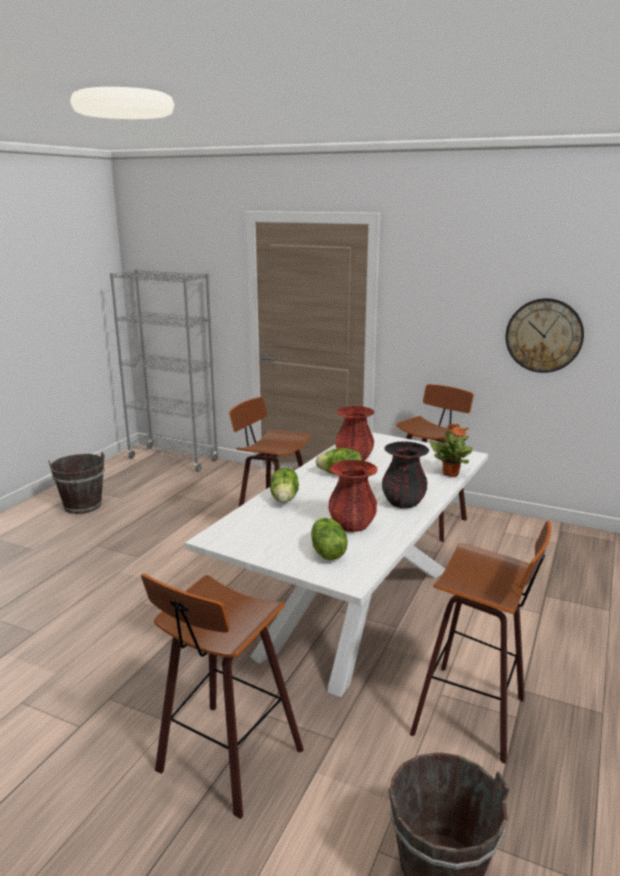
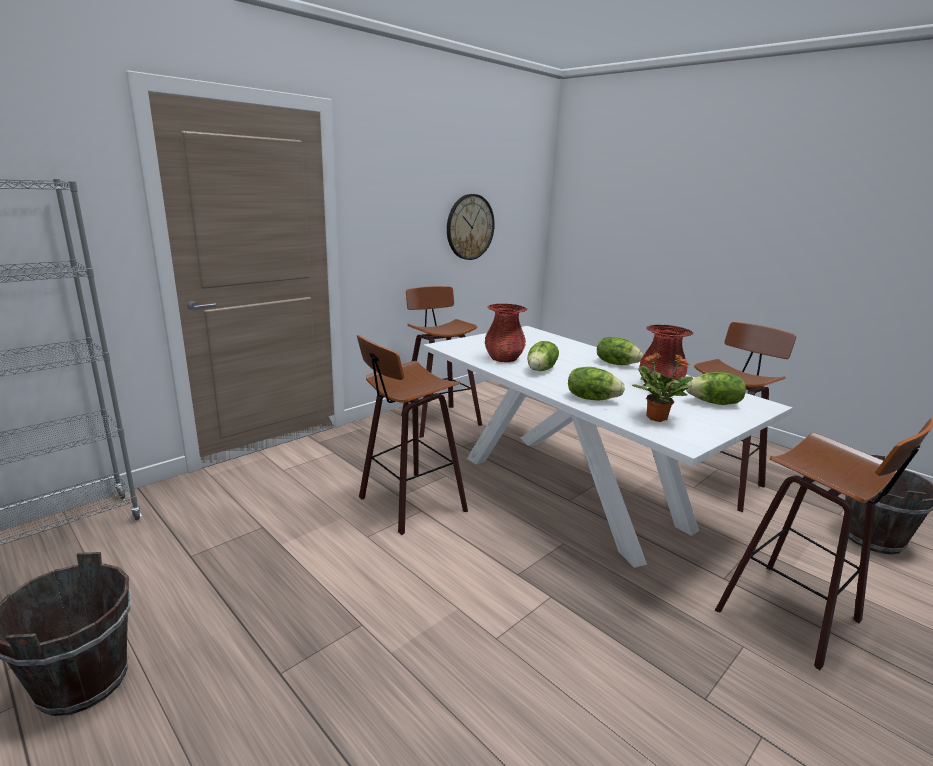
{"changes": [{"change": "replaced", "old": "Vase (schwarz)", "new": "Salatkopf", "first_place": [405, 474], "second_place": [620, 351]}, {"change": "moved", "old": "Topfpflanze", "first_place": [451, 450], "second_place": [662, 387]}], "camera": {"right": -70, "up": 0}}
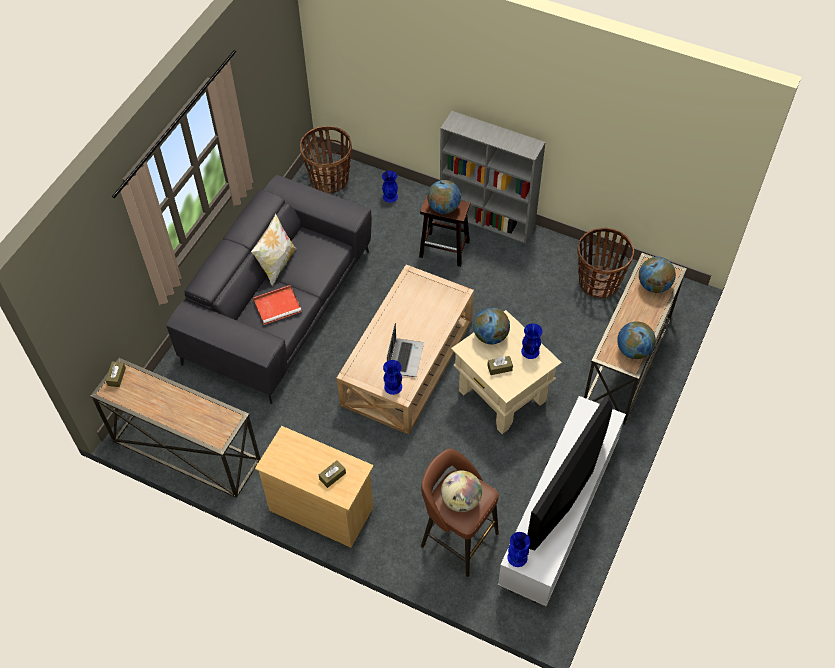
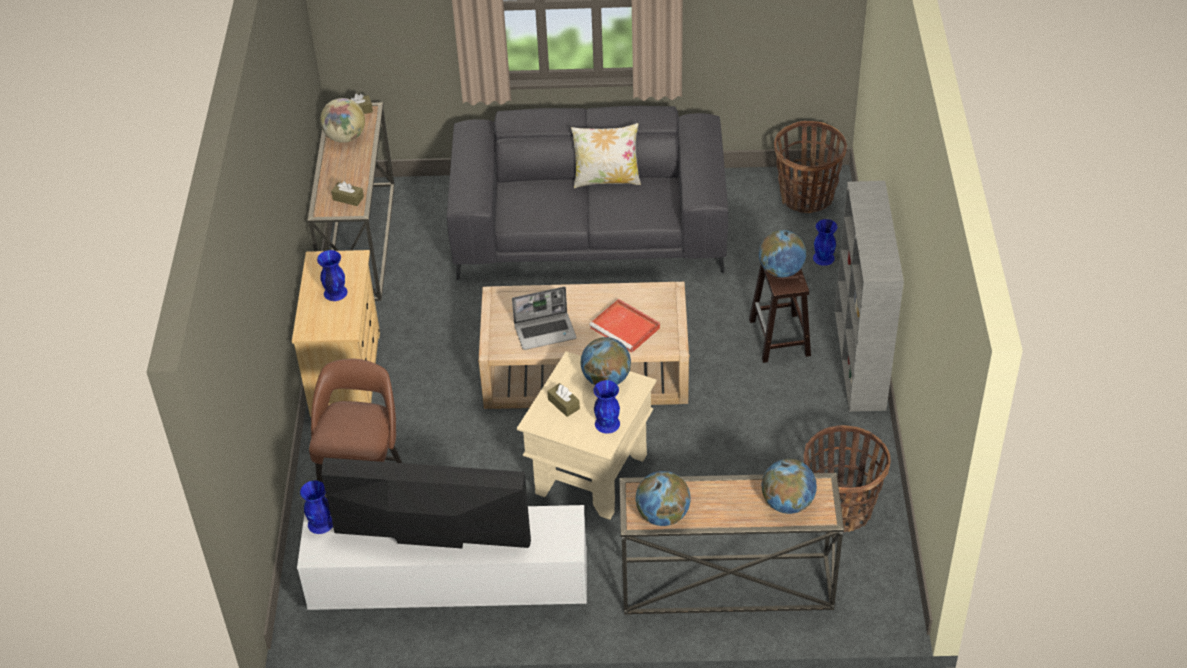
{"changes": [{"change": "moved", "old": "Tablett (rot)", "first_place": [277, 305], "second_place": [624, 326]}, {"change": "moved", "old": "Taschentuchbox (braun)", "first_place": [332, 474], "second_place": [347, 193]}, {"change": "moved", "old": "Vase (blau)", "first_place": [392, 377], "second_place": [332, 275]}, {"change": "moved", "old": "Globus", "first_place": [461, 491], "second_place": [342, 120]}], "camera": {"right": 65, "up": -10}}
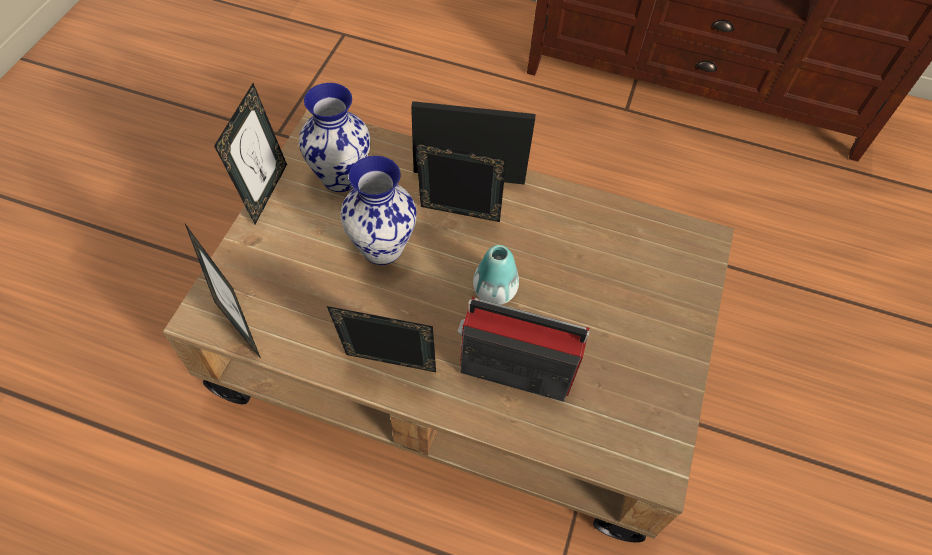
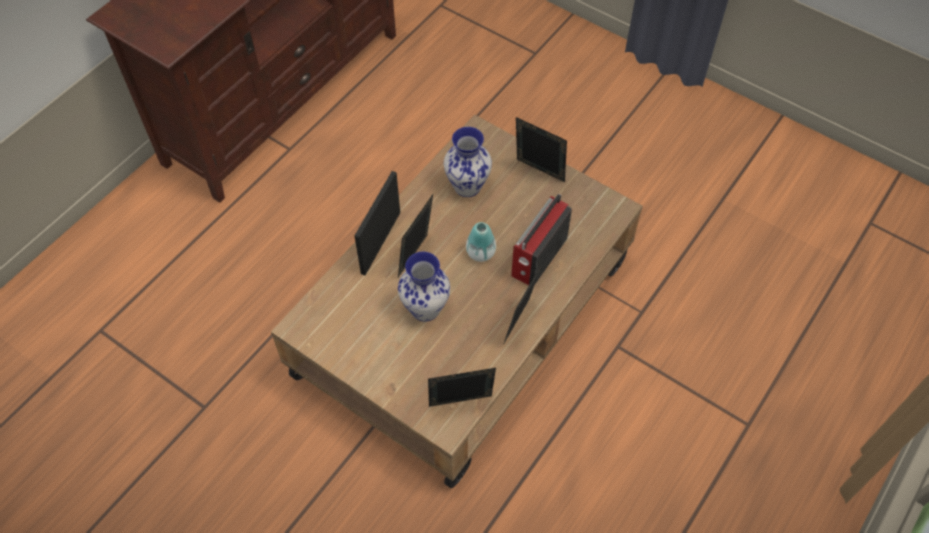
{"changes": [{"change": "moved", "old": "Bilderrahmen", "first_place": [250, 153], "second_place": [541, 149]}, {"change": "moved", "old": "Vase", "first_place": [334, 137], "second_place": [468, 162]}], "camera": {"right": -70, "up": 0}}
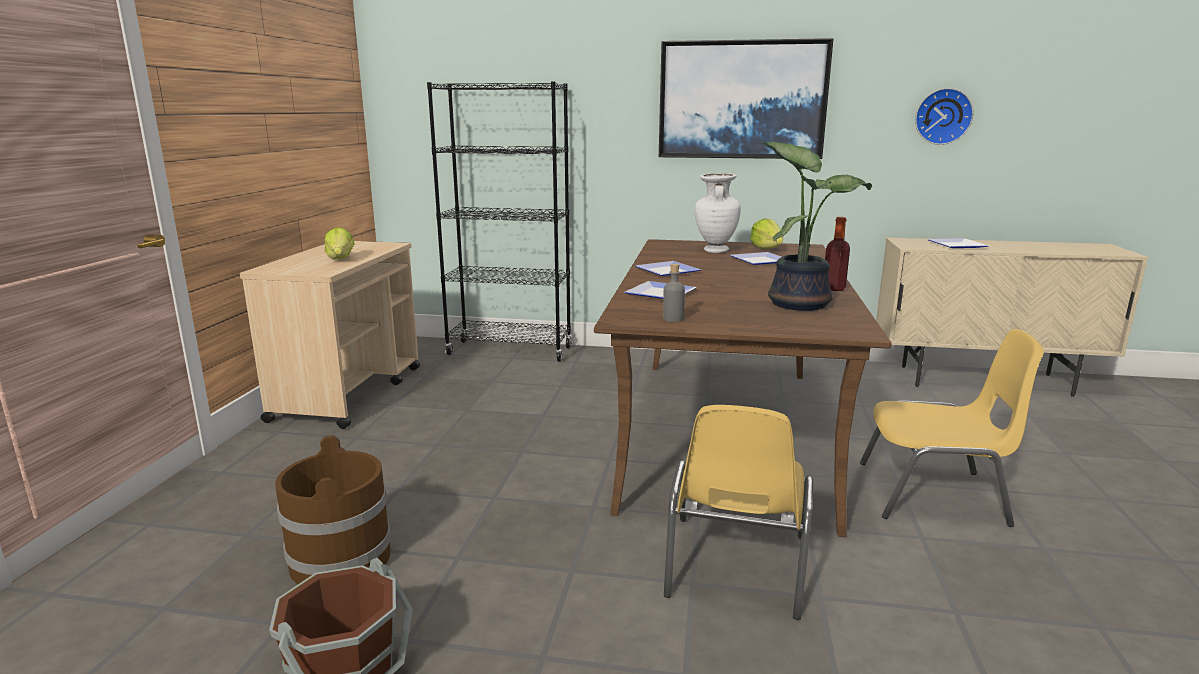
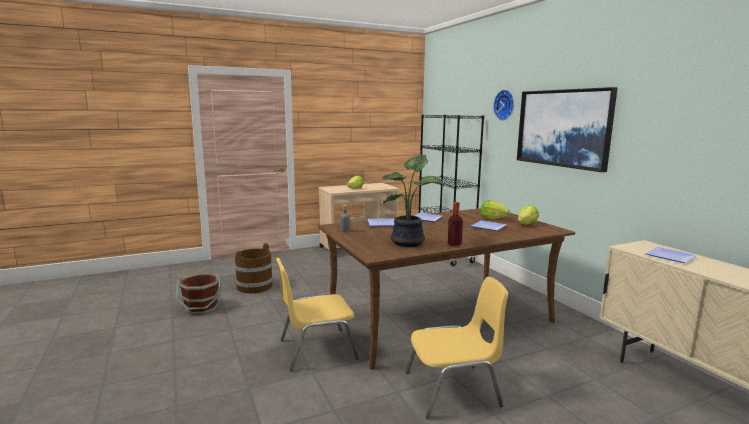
{"changes": [{"change": "replaced", "old": "Vase (weiß)", "new": "Salatkopf", "first_place": [718, 213], "second_place": [495, 209]}, {"change": "turned", "old": "Stuhl (gelb)", "first_place": [952, 428], "second_place": [456, 347], "degrees": -75}, {"change": "moved", "old": "Wanduhr", "first_place": [944, 116], "second_place": [503, 105]}], "camera": {"right": 55, "up": -5}}
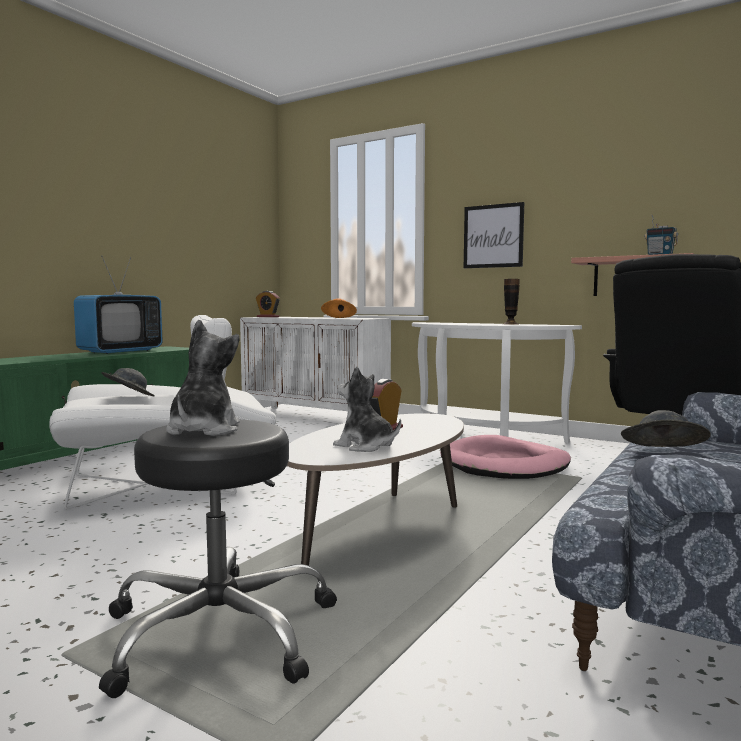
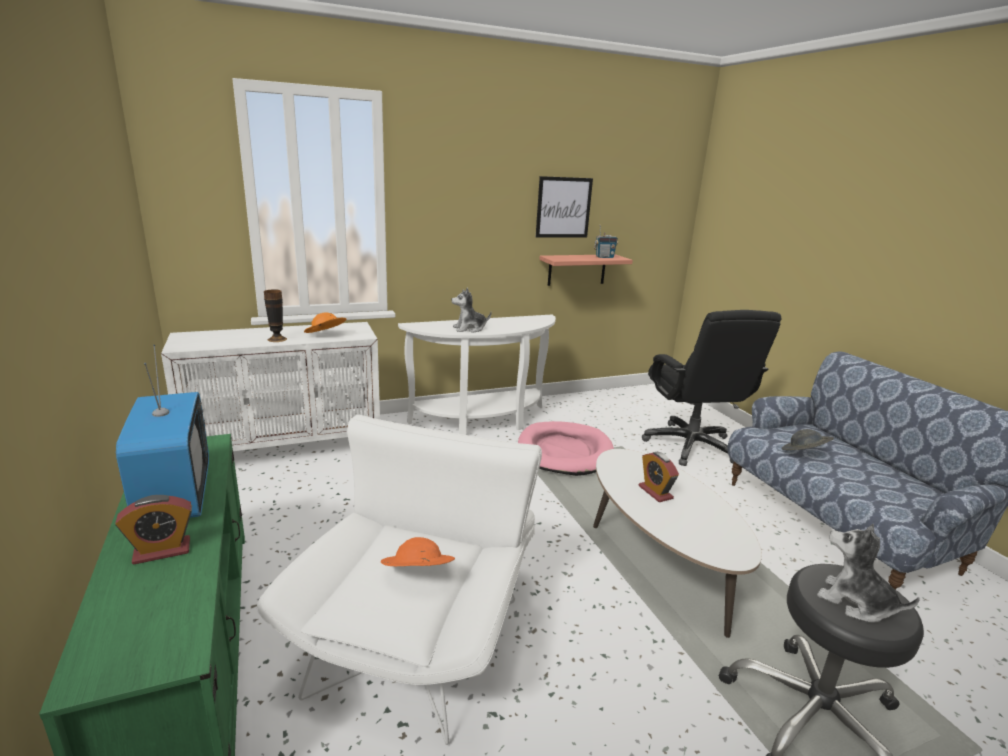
{"changes": [{"change": "recoloured", "old": "Hut (grau)", "new": "Hut (orange)", "first_place": [128, 382], "second_place": [418, 551]}, {"change": "moved", "old": "Wecker", "first_place": [268, 304], "second_place": [153, 529]}, {"change": "moved", "old": "Plüschtier", "first_place": [367, 409], "second_place": [471, 310]}, {"change": "moved", "old": "Bild", "first_place": [494, 235], "second_place": [564, 207]}, {"change": "moved", "old": "Vase", "first_place": [512, 302], "second_place": [275, 315]}], "camera": {"right": -55, "up": 15}}
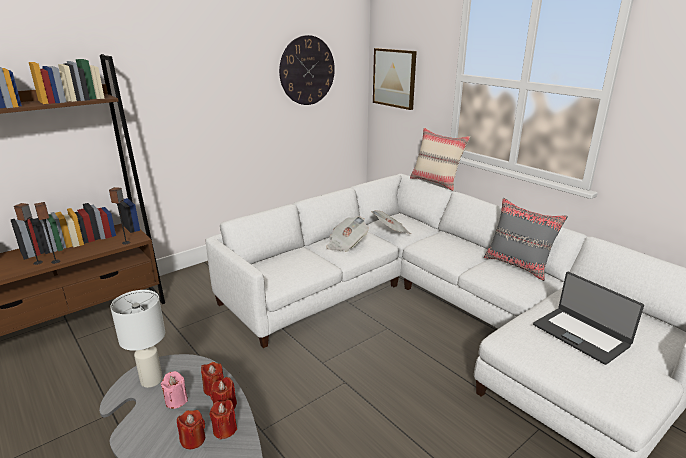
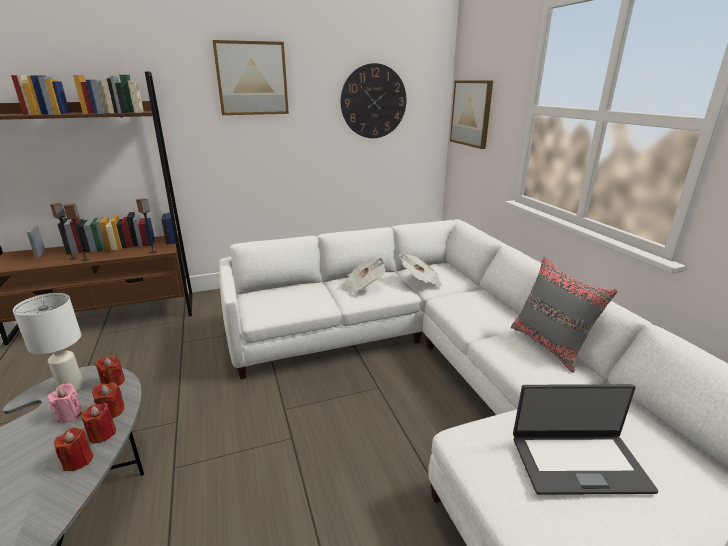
{"changes": [{"change": "moved", "old": "Kerze (rot)", "first_place": [191, 429], "second_place": [110, 371]}, {"change": "removed", "old": "Kissen (beige)", "first_place": [440, 159]}, {"change": "turned", "old": "Laptop", "first_place": [588, 318], "second_place": [585, 439], "degrees": -75}, {"change": "added", "new": "Bild", "second_place": [250, 77]}], "camera": {"right": 20, "up": 0}}
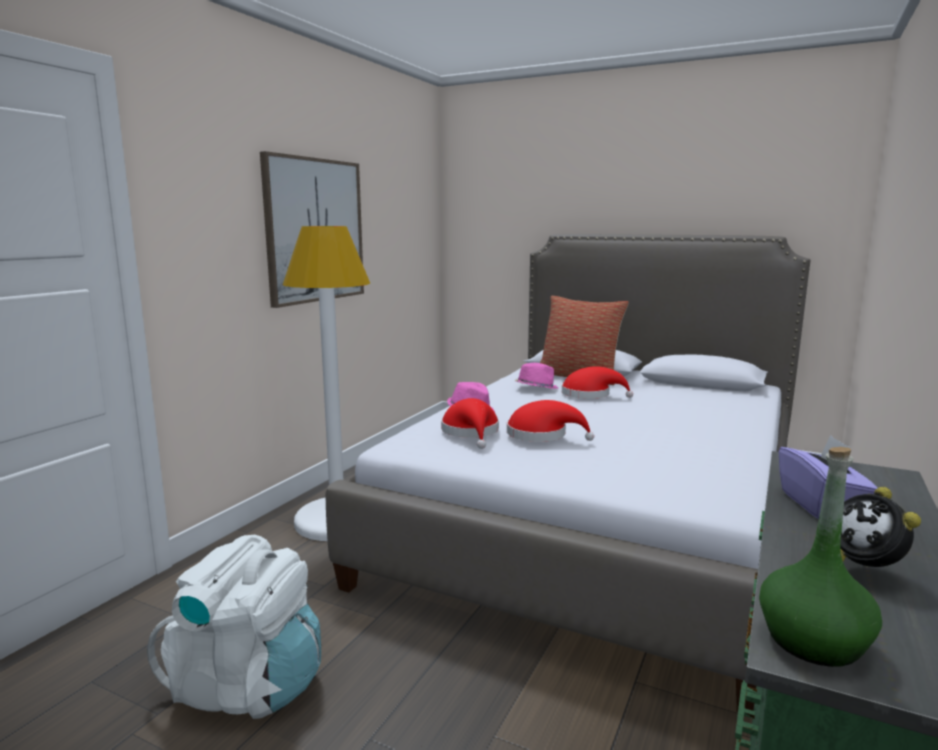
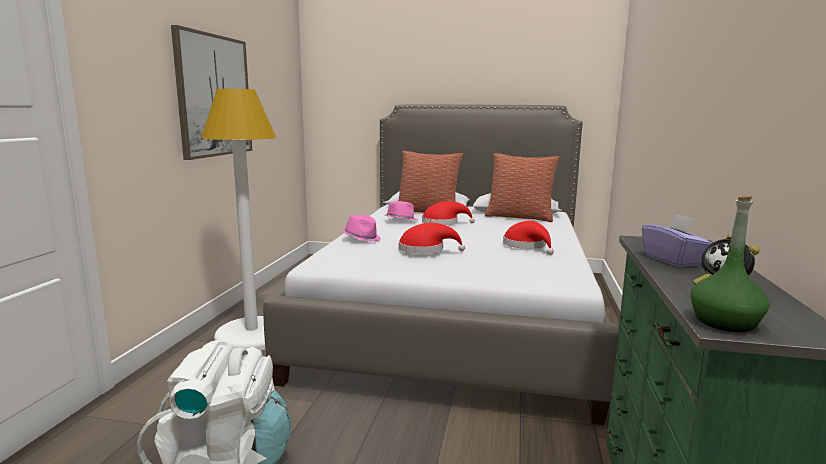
{"changes": [{"change": "moved", "old": "Hut (rot)", "first_place": [470, 423], "second_place": [528, 238]}, {"change": "added", "new": "Kissen", "second_place": [522, 187]}], "camera": {"right": -15, "up": 0}}
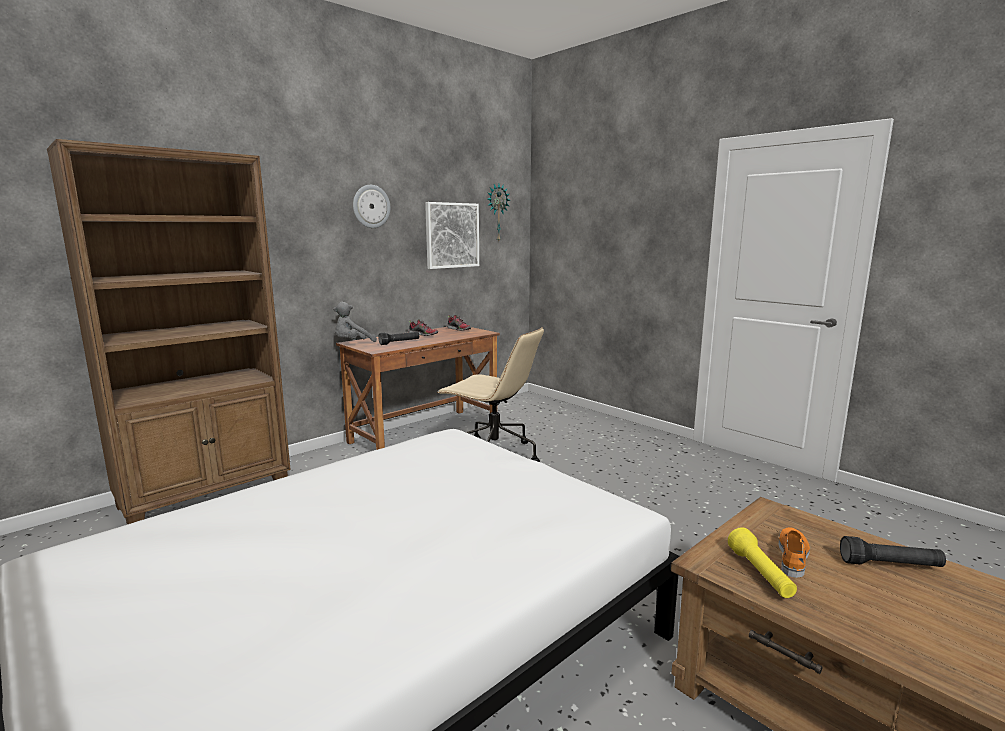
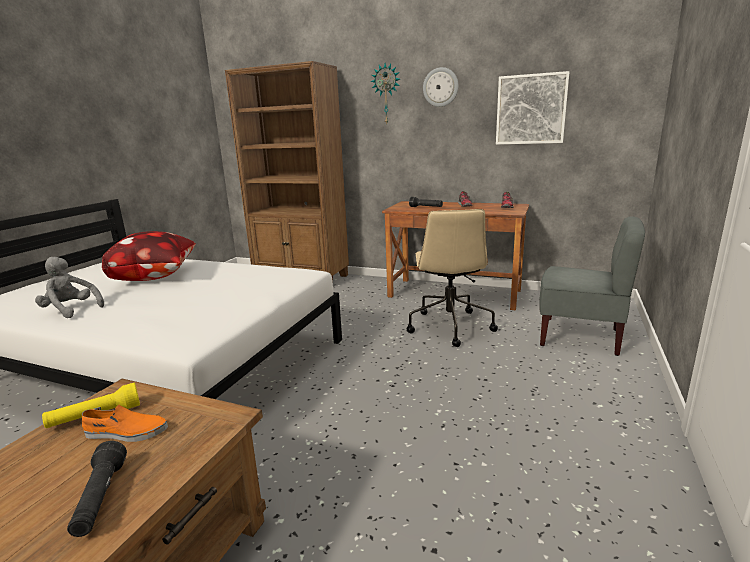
{"changes": [{"change": "moved", "old": "Plüschtier (grau)", "first_place": [355, 322], "second_place": [69, 287]}, {"change": "moved", "old": "Wanduhr", "first_place": [498, 212], "second_place": [385, 93]}, {"change": "added", "new": "Kissen", "second_place": [149, 256]}, {"change": "added", "new": "Stuhl (grau)", "second_place": [592, 286]}], "camera": {"right": 65, "up": 5}}
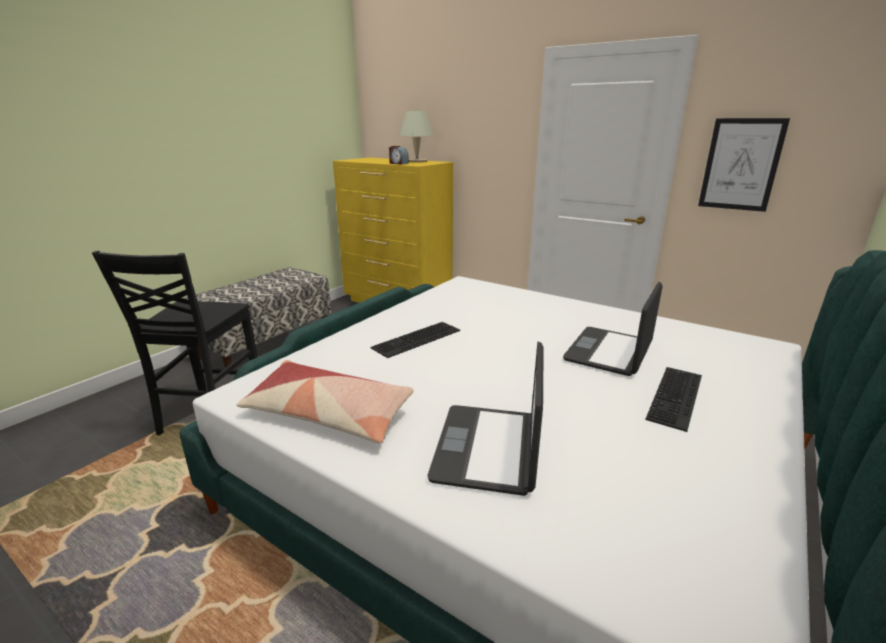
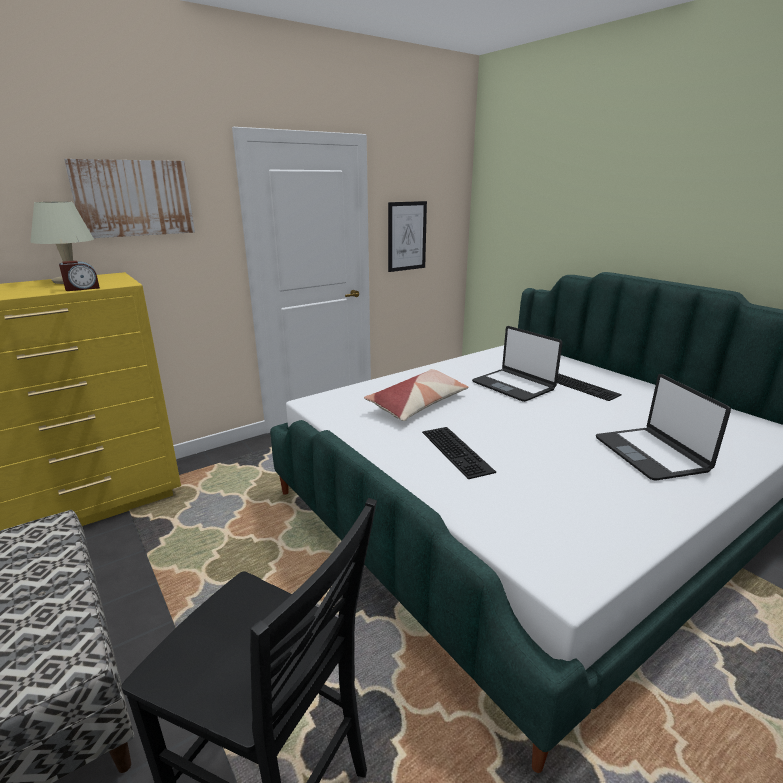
{"changes": [{"change": "moved", "old": "Kissen", "first_place": [325, 401], "second_place": [416, 395]}, {"change": "turned", "old": "Laptop", "first_place": [486, 419], "second_place": [663, 427], "degrees": 45}, {"change": "added", "new": "Bild", "second_place": [129, 198]}], "camera": {"right": -70, "up": 0}}
